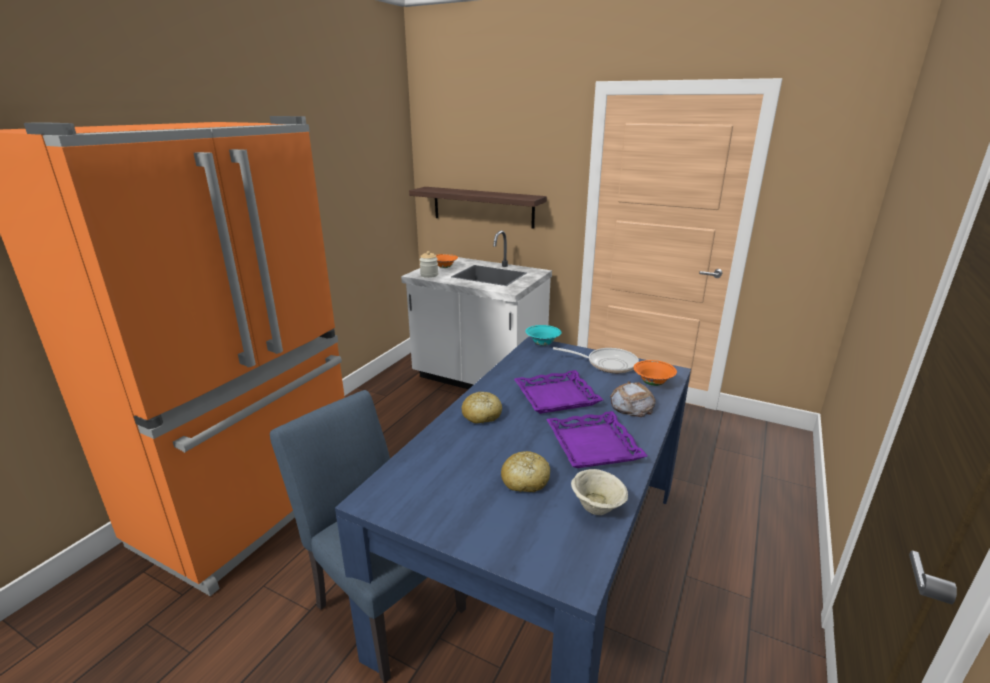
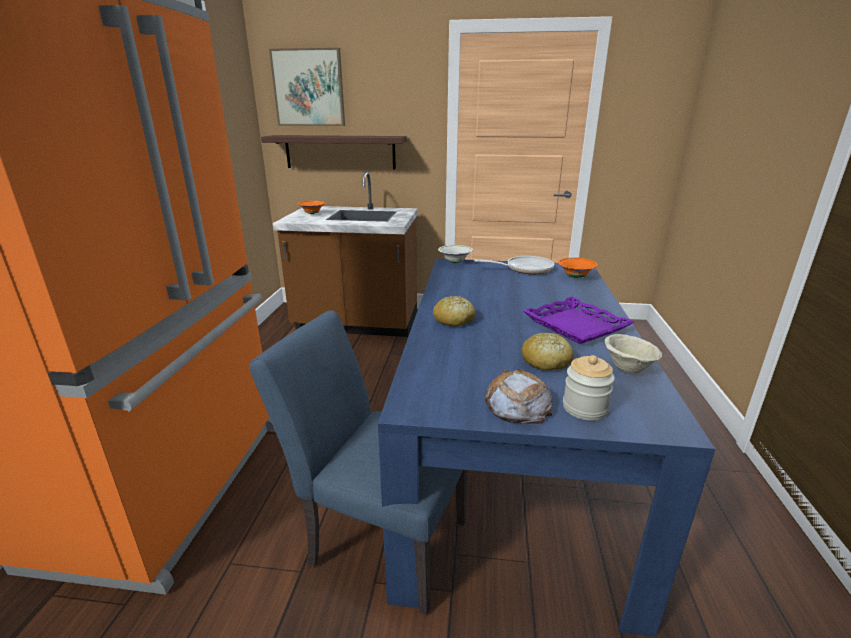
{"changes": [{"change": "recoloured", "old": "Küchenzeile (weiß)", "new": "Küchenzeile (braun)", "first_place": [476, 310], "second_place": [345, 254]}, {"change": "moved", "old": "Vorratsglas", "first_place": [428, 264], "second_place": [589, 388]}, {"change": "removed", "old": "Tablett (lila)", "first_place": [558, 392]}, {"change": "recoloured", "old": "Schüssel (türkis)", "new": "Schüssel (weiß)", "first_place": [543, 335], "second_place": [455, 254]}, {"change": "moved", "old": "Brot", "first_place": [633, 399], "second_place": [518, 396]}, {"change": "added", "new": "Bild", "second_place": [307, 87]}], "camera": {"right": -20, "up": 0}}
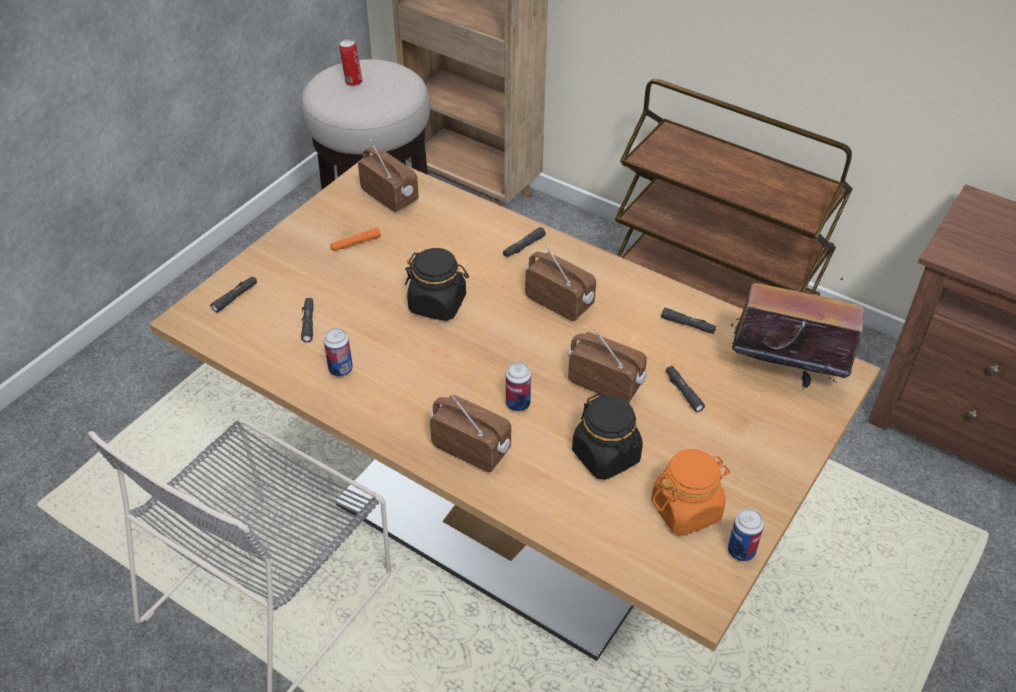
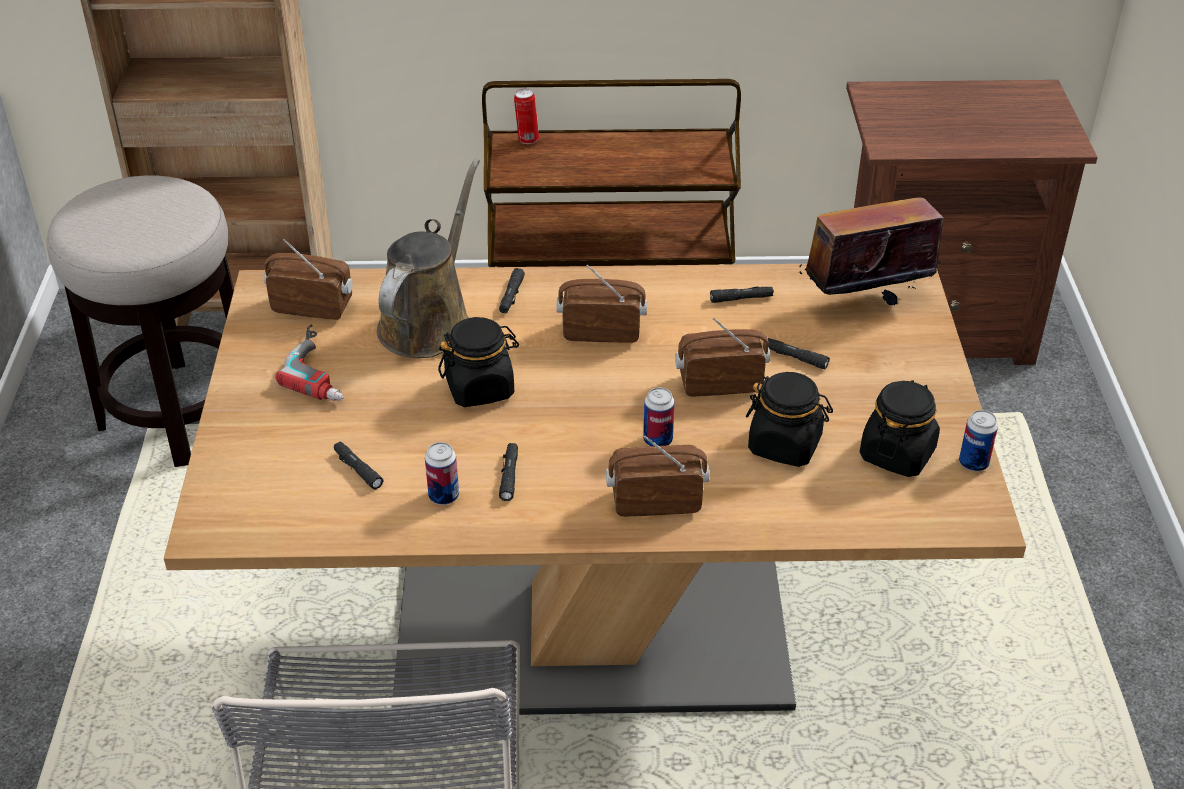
{"changes": [{"change": "moved", "old": "Taschenlampe (schwarz)", "first_place": [233, 294], "second_place": [508, 472]}, {"change": "replaced", "old": "Taschenlampe (orange)", "new": "Bohrmaschine", "first_place": [355, 239], "second_place": [309, 362]}, {"change": "moved", "old": "Dose", "first_place": [350, 62], "second_place": [526, 116]}, {"change": "recoloured", "old": "Vorratsglas (orange)", "new": "Vorratsglas (schwarz)", "first_place": [690, 492], "second_place": [900, 428]}, {"change": "added", "new": "Gießkanne (braun)", "second_place": [428, 258]}], "camera": {"right": -35, "up": -5}}
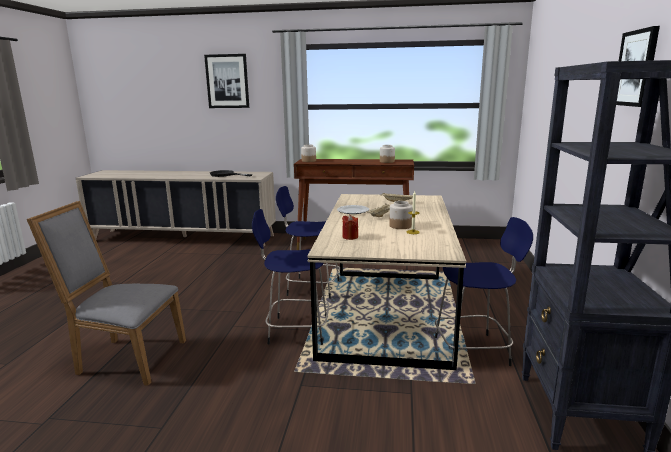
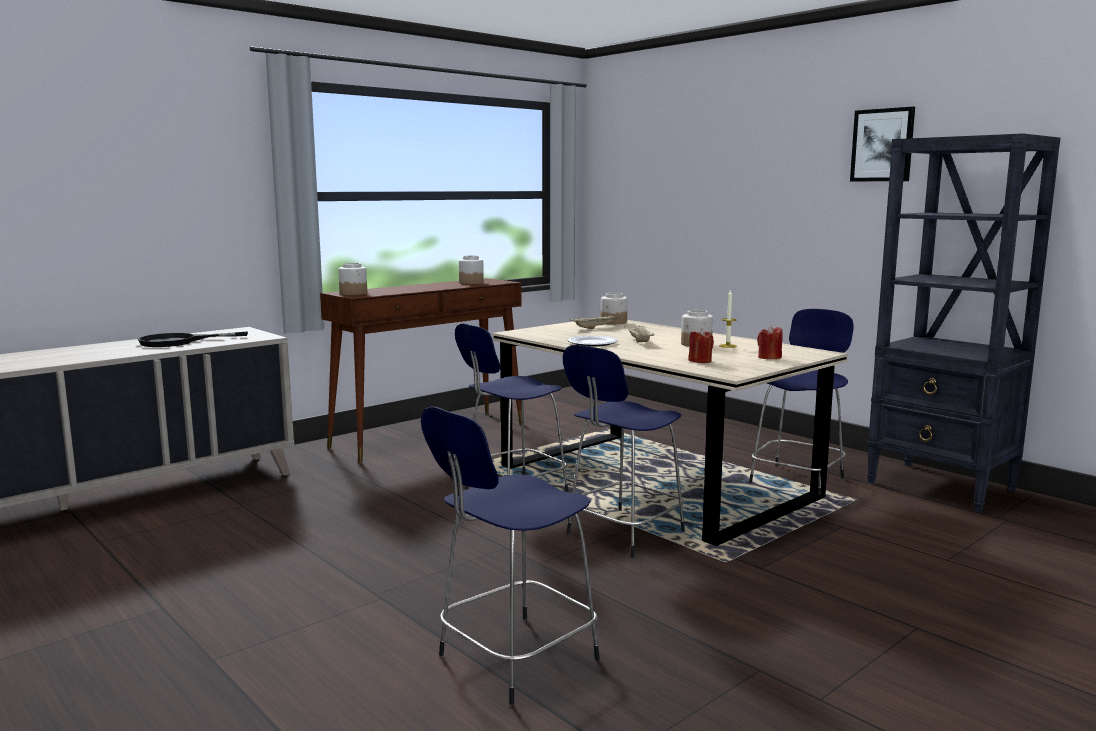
{"changes": [{"change": "replaced", "old": "Stuhl (grau)", "new": "Hocker (blau)", "first_place": [106, 293], "second_place": [510, 556]}, {"change": "removed", "old": "Bild", "first_place": [226, 81]}, {"change": "added", "new": "Vorratsglas", "second_place": [614, 308]}, {"change": "added", "new": "Kerze (rot)", "second_place": [770, 342]}], "camera": {"right": -50, "up": -5}}
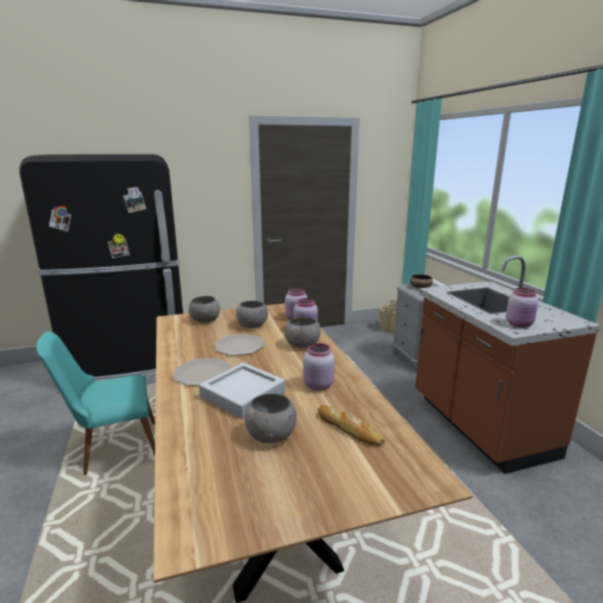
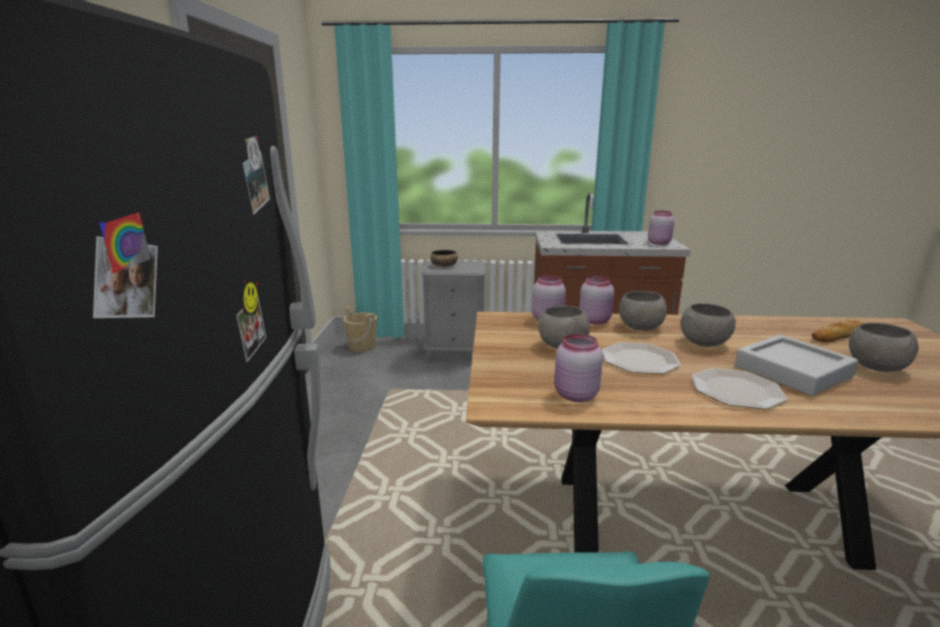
{"changes": [{"change": "moved", "old": "Schüssel (grau)", "first_place": [204, 309], "second_place": [708, 325]}, {"change": "moved", "old": "Vorratsglas (rosa)", "first_place": [319, 366], "second_place": [578, 367]}], "camera": {"right": -70, "up": 0}}
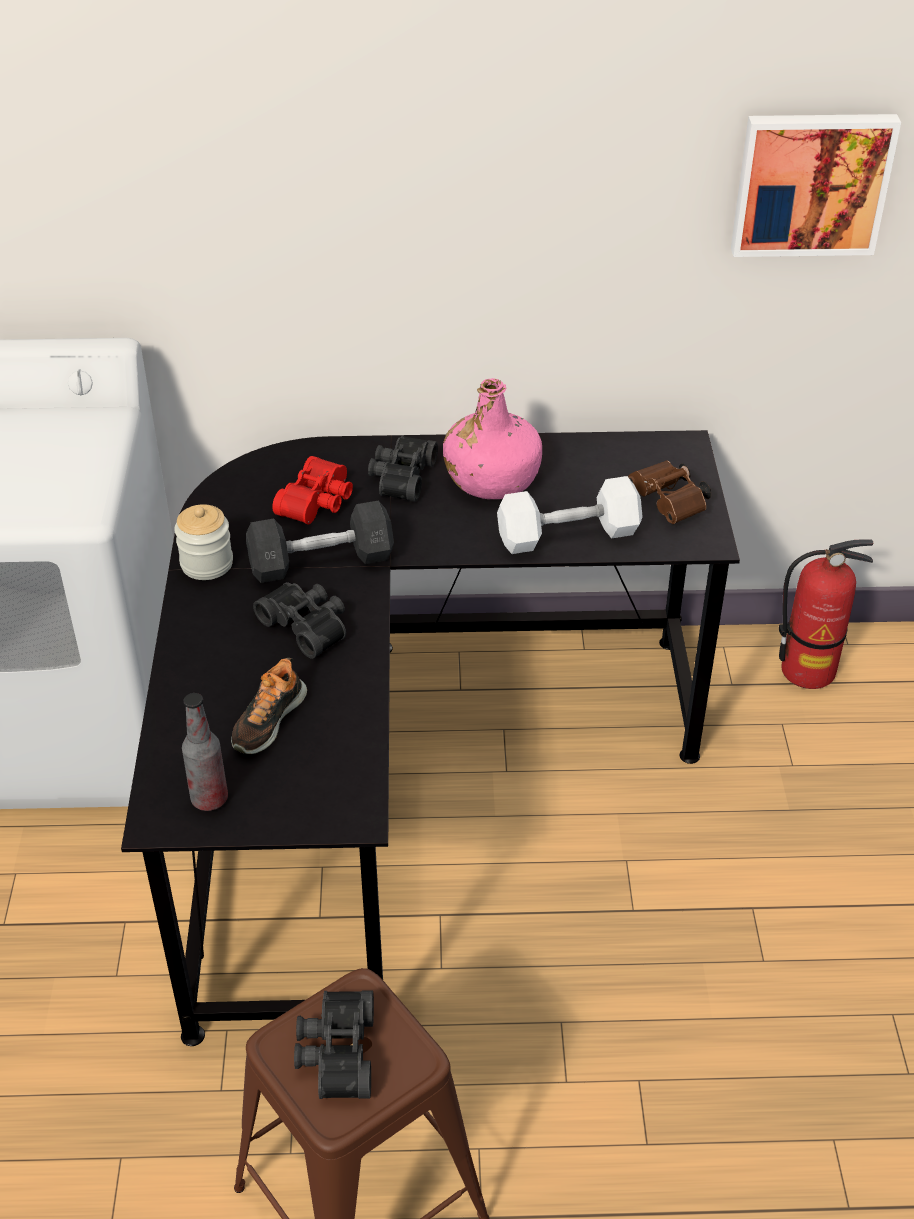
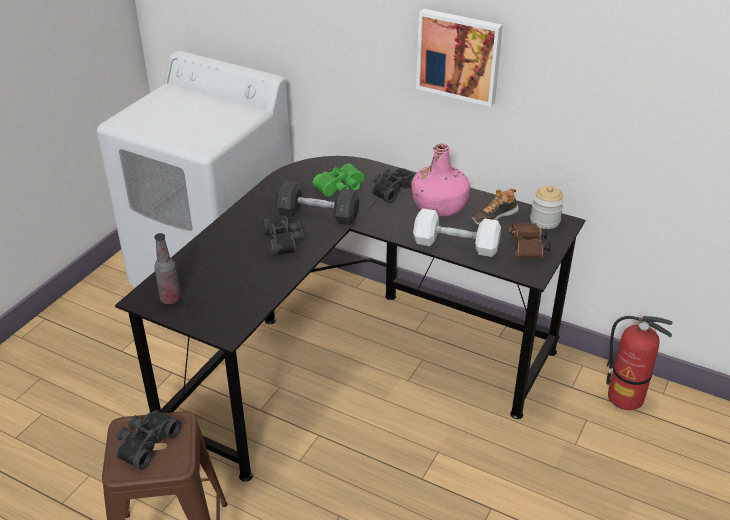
{"changes": [{"change": "moved", "old": "Vorratsglas", "first_place": [203, 542], "second_place": [547, 207]}, {"change": "moved", "old": "Schuh", "first_place": [269, 706], "second_place": [495, 207]}, {"change": "recoloured", "old": "Fernglas (rot)", "new": "Fernglas (grün)", "first_place": [312, 490], "second_place": [339, 180]}, {"change": "moved", "old": "Bild", "first_place": [816, 185], "second_place": [459, 58]}], "camera": {"right": 30, "up": -5}}
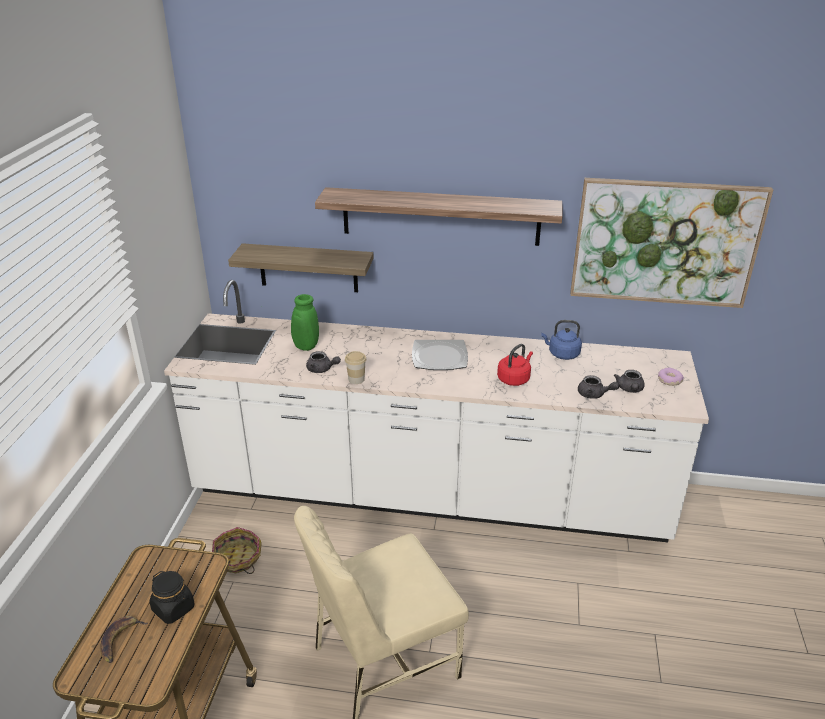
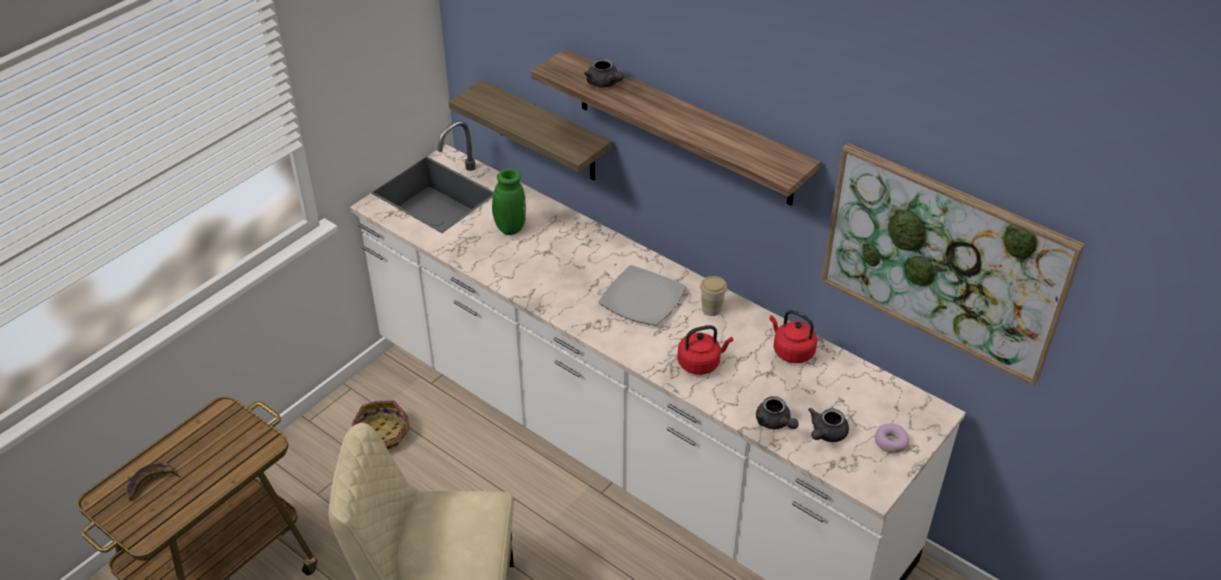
{"changes": [{"change": "removed", "old": "Vorratsglas (schwarz)", "first_place": [172, 597]}, {"change": "moved", "old": "Teekanne (grau)", "first_place": [323, 362], "second_place": [603, 73]}, {"change": "moved", "old": "Tasse", "first_place": [355, 367], "second_place": [713, 296]}, {"change": "recoloured", "old": "Wasserkessel (blau)", "new": "Wasserkessel (rot)", "first_place": [561, 340], "second_place": [793, 336]}], "camera": {"right": 30, "up": 10}}
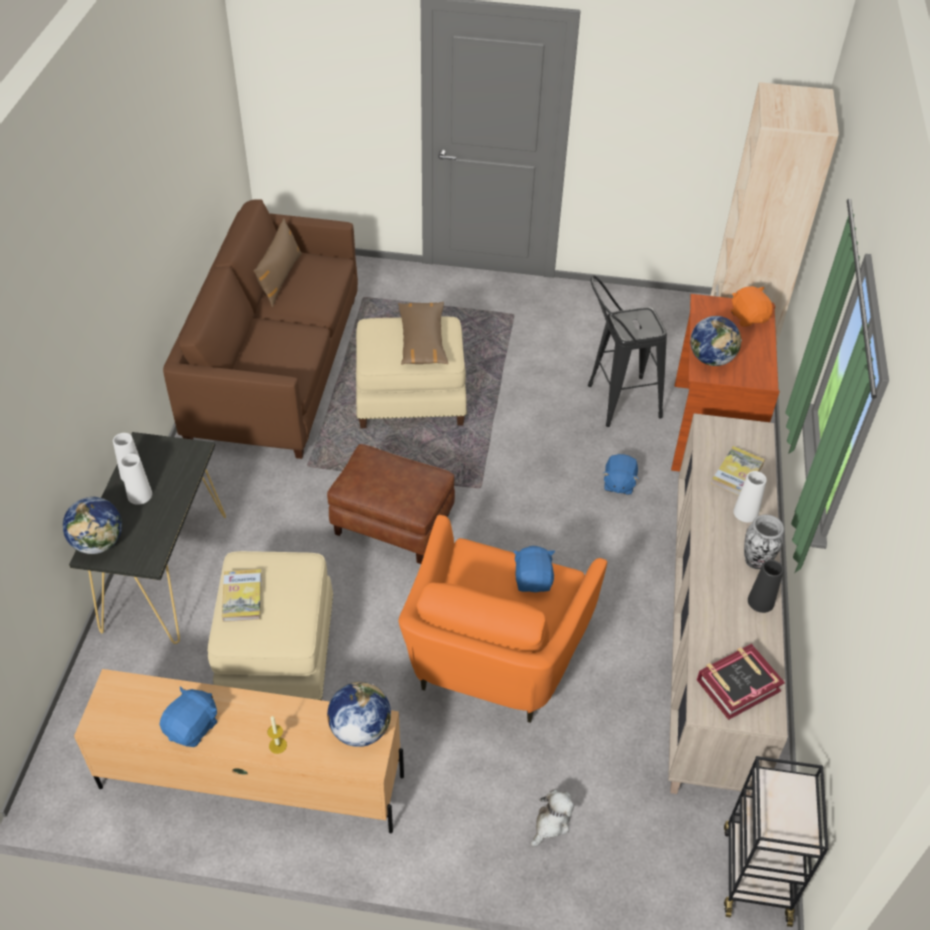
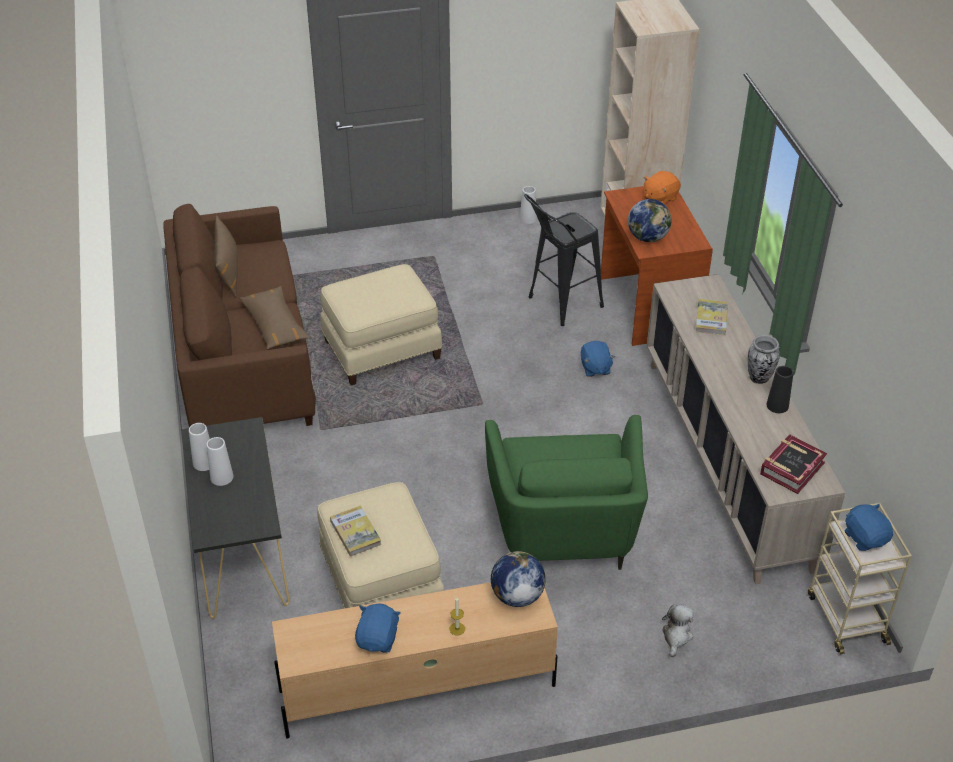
{"changes": [{"change": "removed", "old": "Globus", "first_place": [92, 525]}, {"change": "removed", "old": "Polsterhocker (braun)", "first_place": [391, 504]}, {"change": "moved", "old": "Kissen (braun)", "first_place": [423, 333], "second_place": [274, 317]}, {"change": "recoloured", "old": "Sessel (orange)", "new": "Sessel (grün)", "first_place": [502, 619], "second_place": [566, 492]}, {"change": "moved", "old": "Plüschtier (blau)", "first_place": [534, 569], "second_place": [868, 527]}, {"change": "recoloured", "old": "Rollwagen (schwarz)", "new": "Rollwagen (beige)", "first_place": [776, 841], "second_place": [860, 578]}, {"change": "turned", "old": "Plüschtier (orange)", "first_place": [752, 306], "second_place": [662, 188], "degrees": -90}, {"change": "moved", "old": "Vase (weiß)", "first_place": [750, 496], "second_place": [528, 205]}], "camera": {"right": -20, "up": -5}}
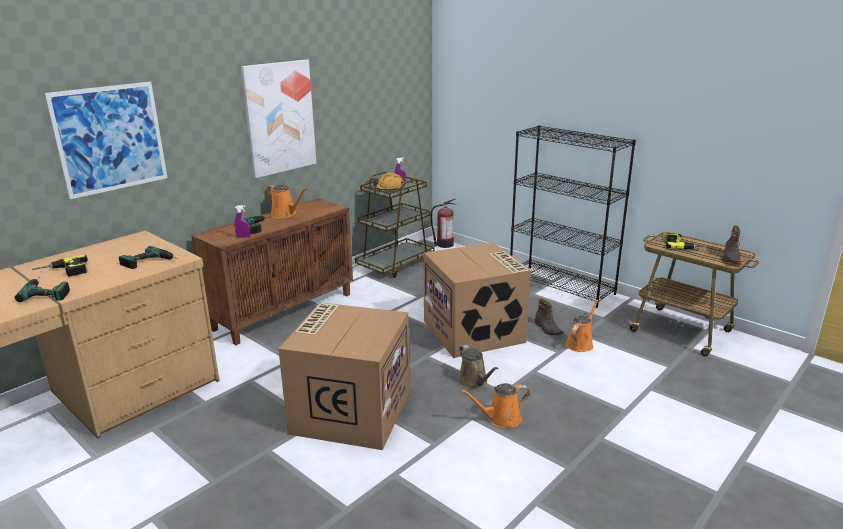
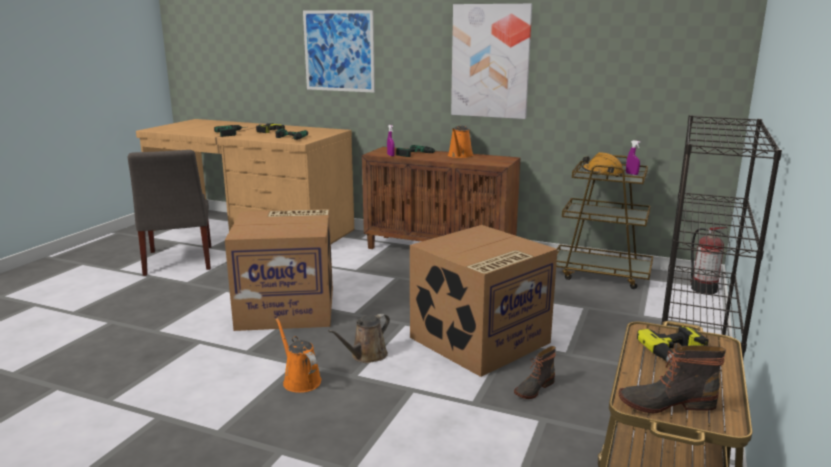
{"changes": [{"change": "removed", "old": "Gießkanne (orange)", "first_place": [581, 325]}, {"change": "added", "new": "Stuhl (grau)", "second_place": [169, 213]}], "camera": {"right": 70, "up": -5}}
